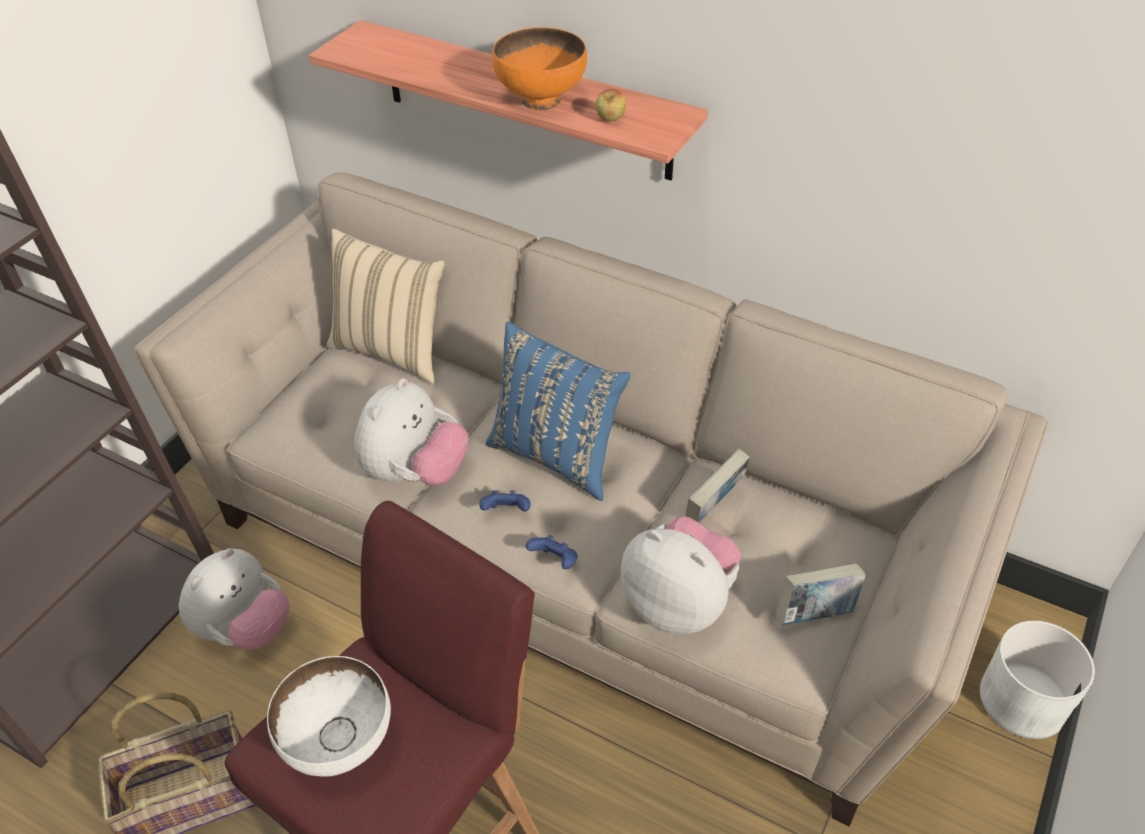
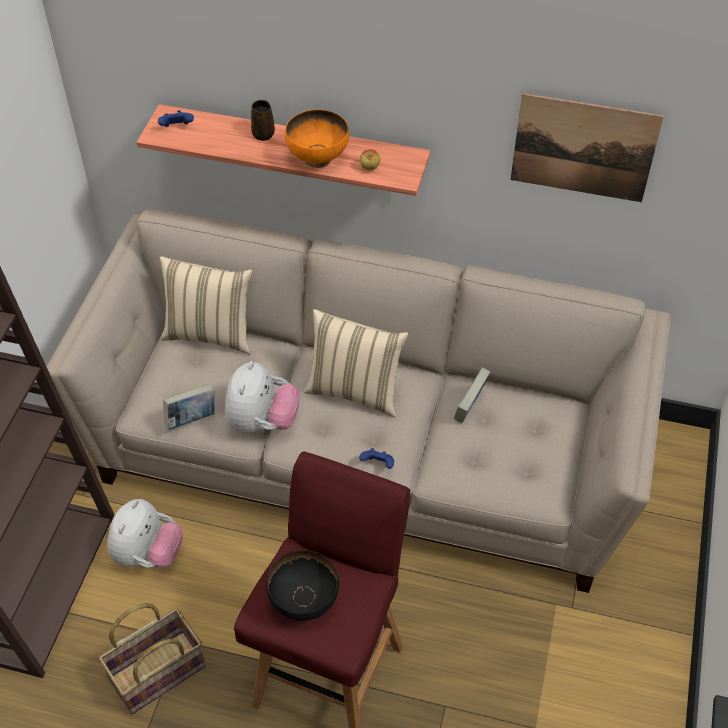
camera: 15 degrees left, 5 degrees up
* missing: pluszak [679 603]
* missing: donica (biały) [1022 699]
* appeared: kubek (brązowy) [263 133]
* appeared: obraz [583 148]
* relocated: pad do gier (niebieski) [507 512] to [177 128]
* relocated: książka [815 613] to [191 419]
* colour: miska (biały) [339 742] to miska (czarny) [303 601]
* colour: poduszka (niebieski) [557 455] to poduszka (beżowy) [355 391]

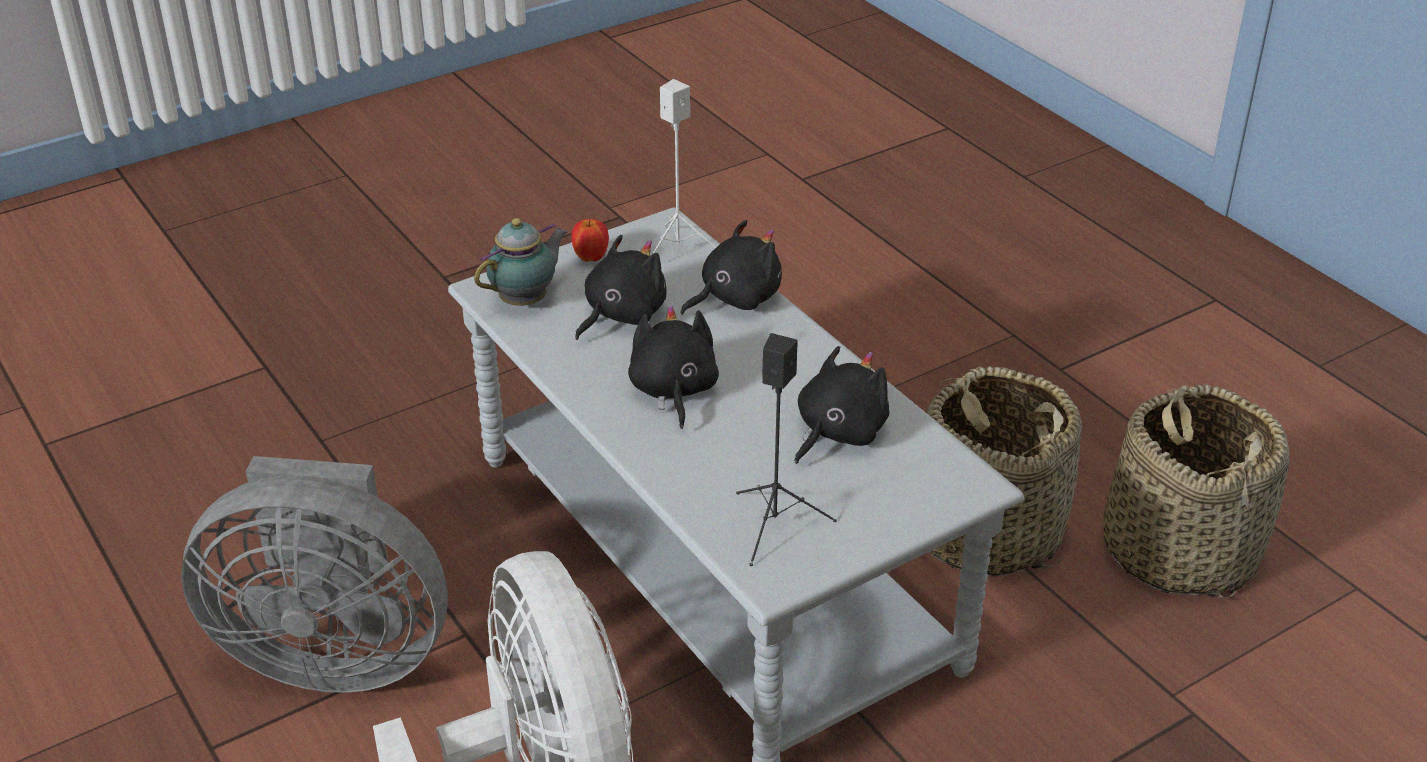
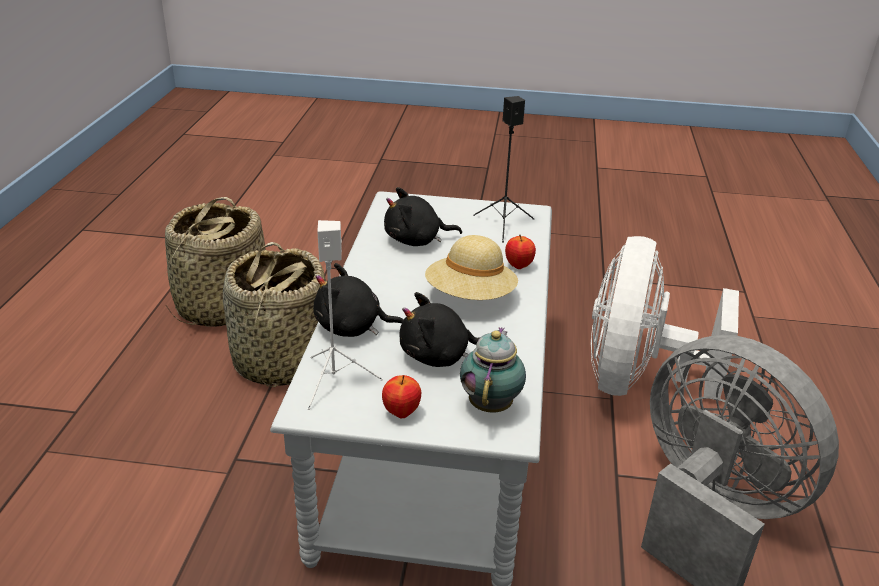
camera: 140 degrees left, 5 degrees down
* appeared: jabłko [519 266]
* exchanged: pluszak (czarny) [673 391] to kapelusz (beżowy) [470 297]
* spun: imbryk [526 300] = [491 404] 105 degrees clockwise

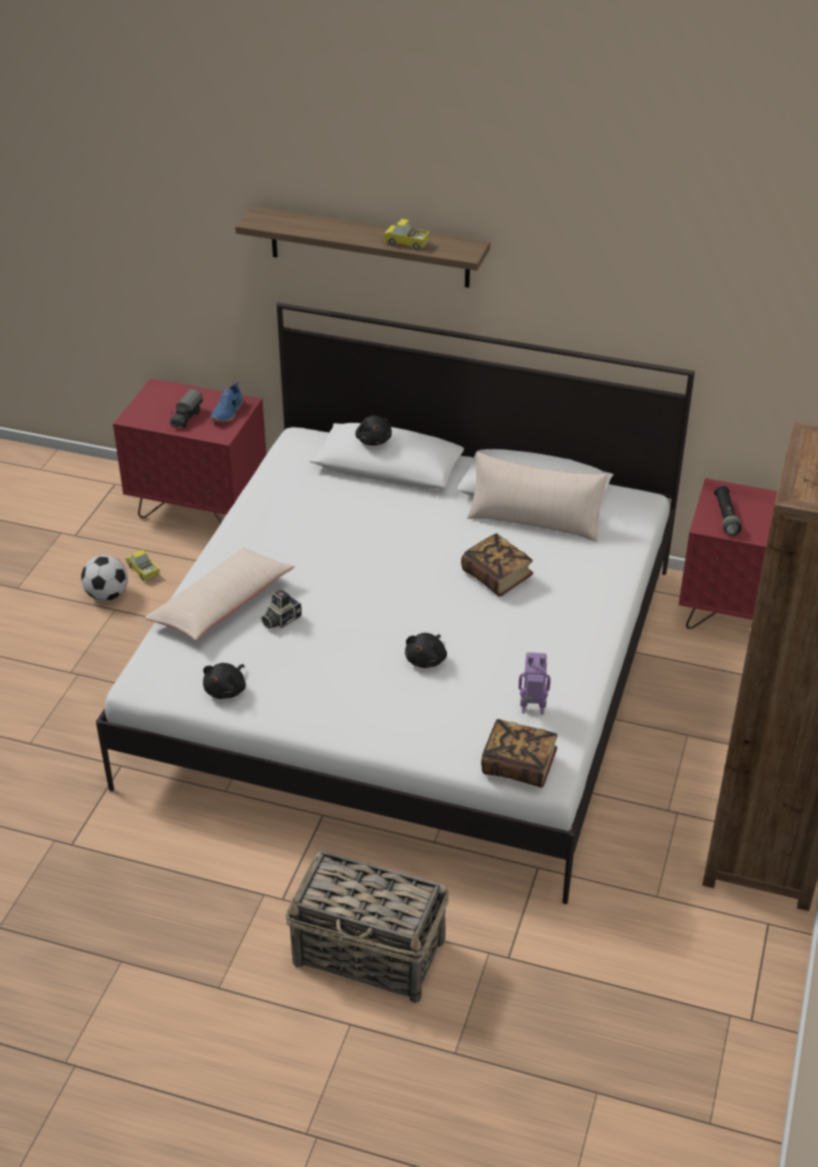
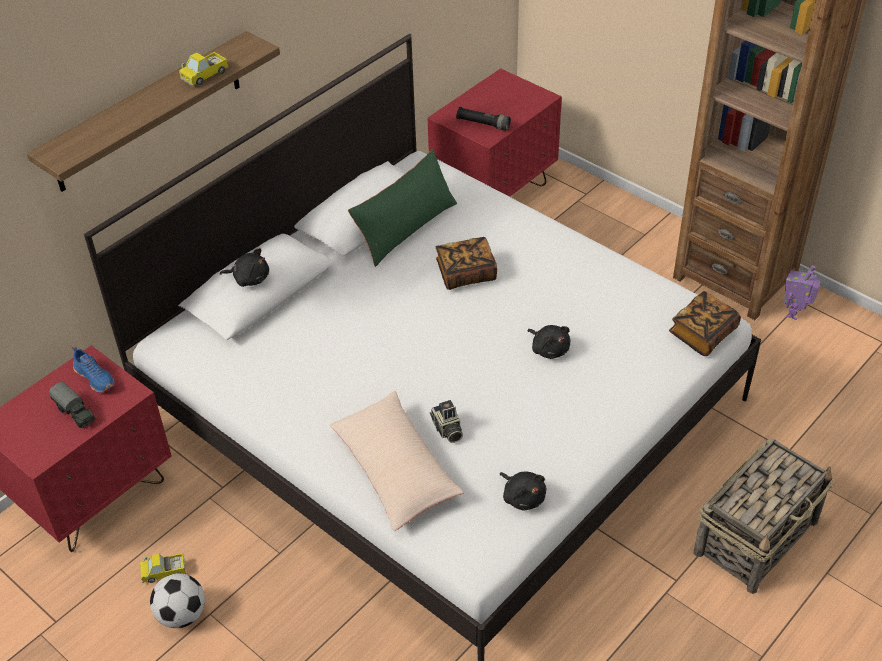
camera: 65 degrees left, 5 degrees up
* relocated: robot zabawkowy [532 710] to [795 313]
* colour: poduszka (beżowy) [535 520] to poduszka (zielony) [405 228]

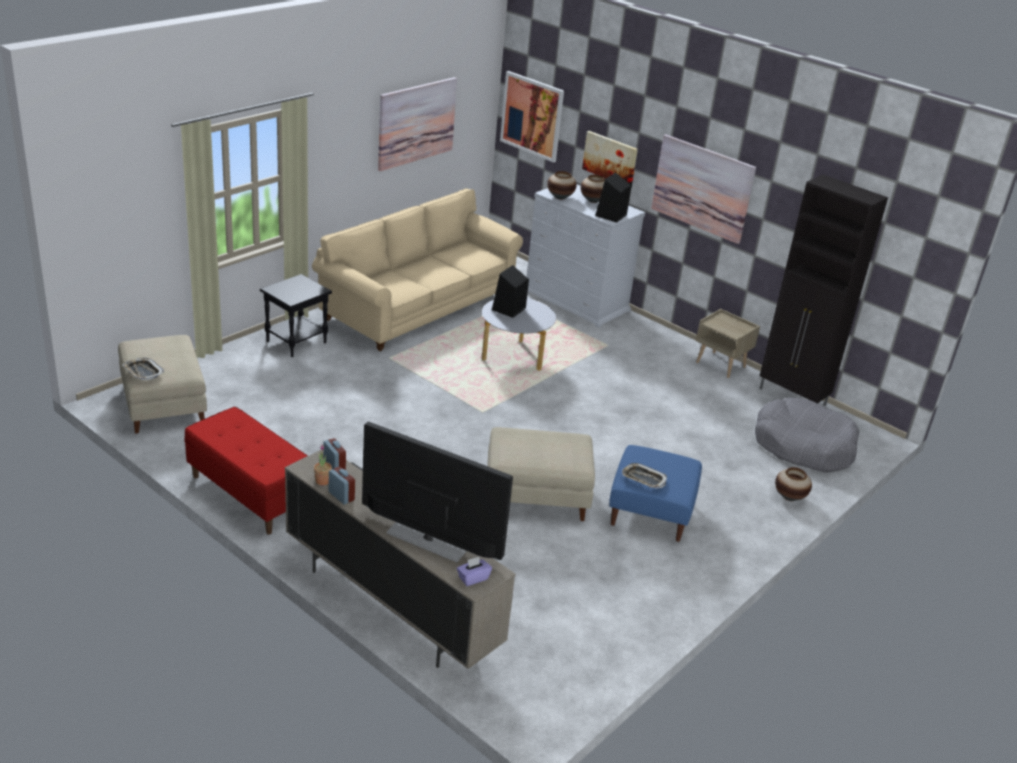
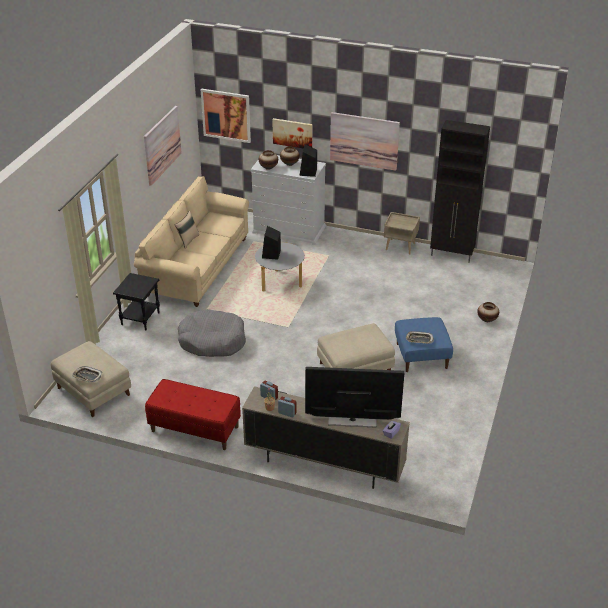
camera: 20 degrees left, 5 degrees up
* appeared: poduszka (beżowy) [187 240]
* relocated: legowisko (szary) [803 446] to [212 341]

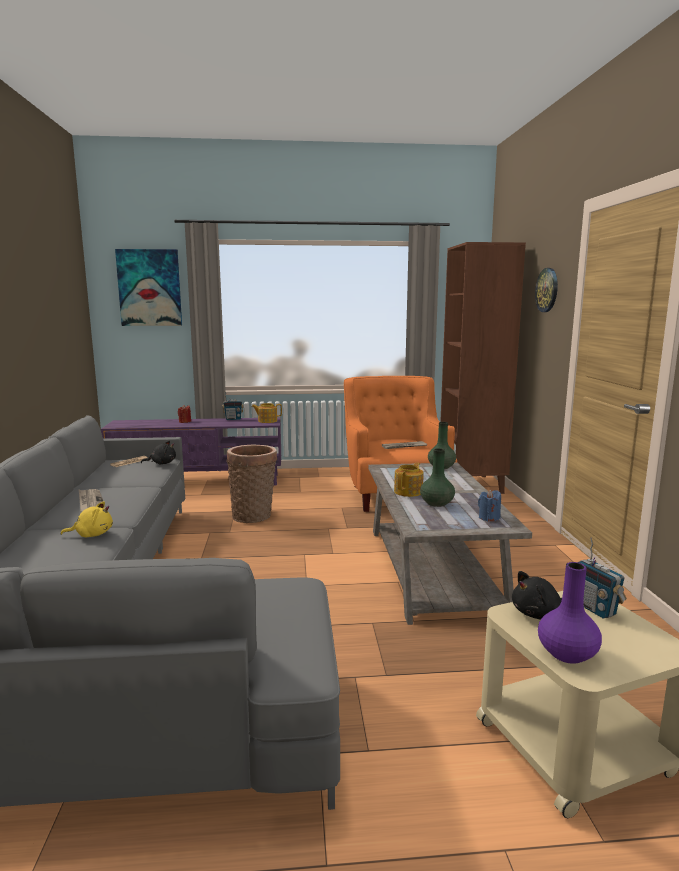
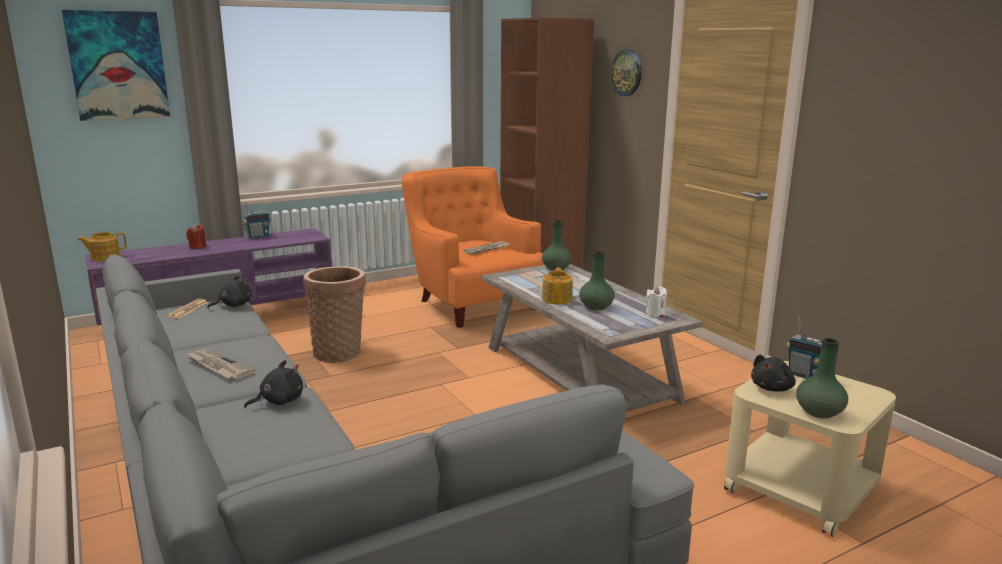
camera: 25 degrees left, 5 degrees up
* relocated: imbryk [267 421] to [105 257]
* colour: pluszak (żółty) [92 534] to pluszak (czarny) [279 401]
* colour: świeca (niebieski) [489 518] to świeca (biały) [655 314]
* colour: wazon (fioletowy) [567 654] to wazon (zielony) [819 412]

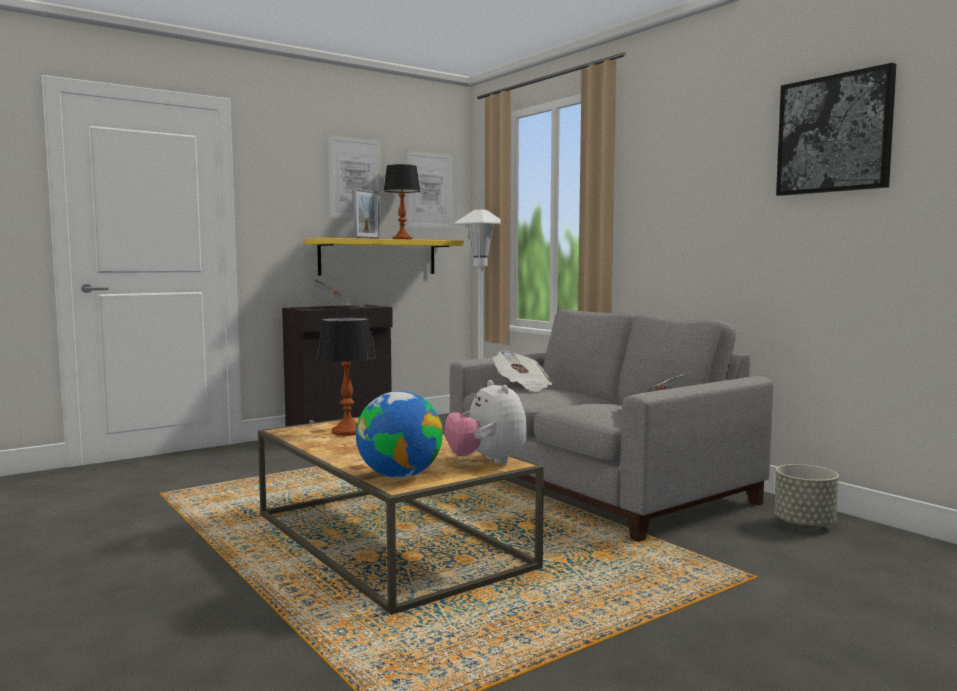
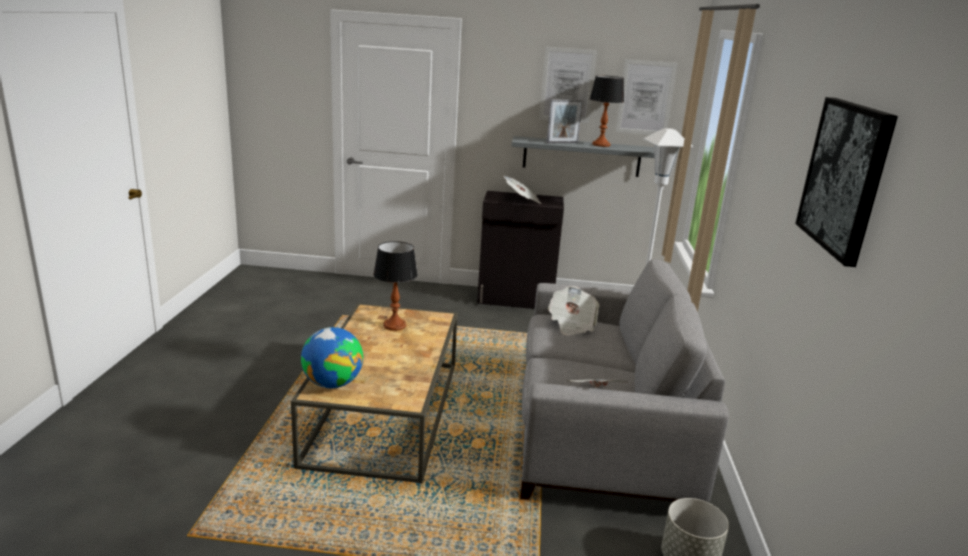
camera: 40 degrees right, 15 degrees up
* missing: pluszak [486 462]
* colour: półka (żółty) [378 257] to półka (szary) [581 156]

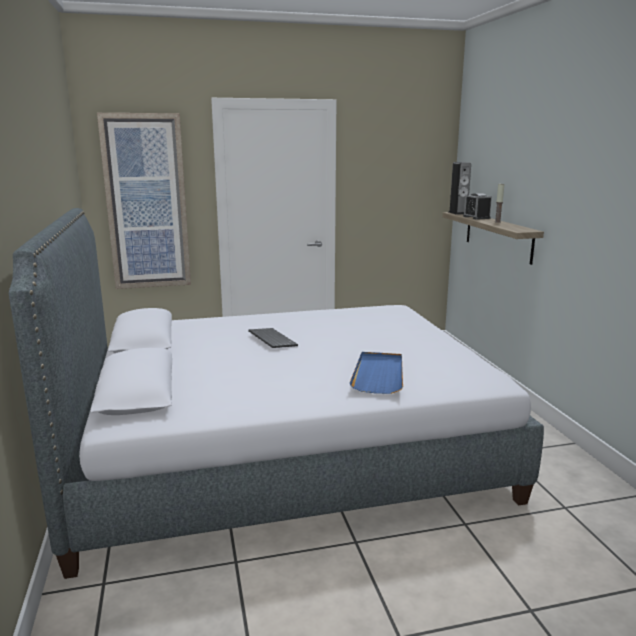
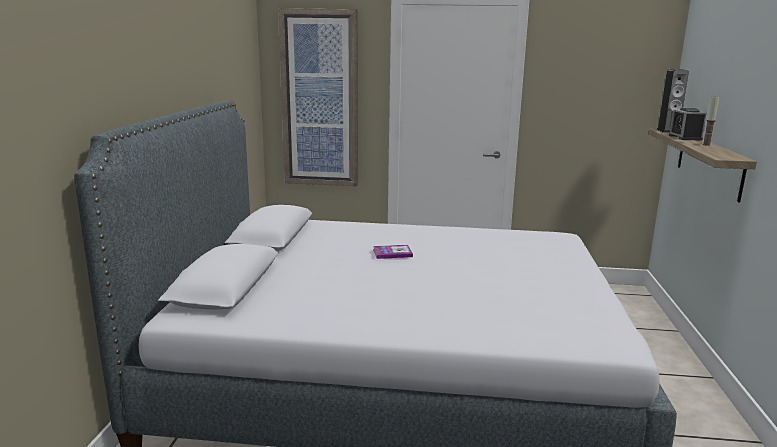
camera: 20 degrees right, 0 degrees up
* missing: taca (niebieski) [378 375]
* exchanged: klawiatura [271 339] to książka [392 253]

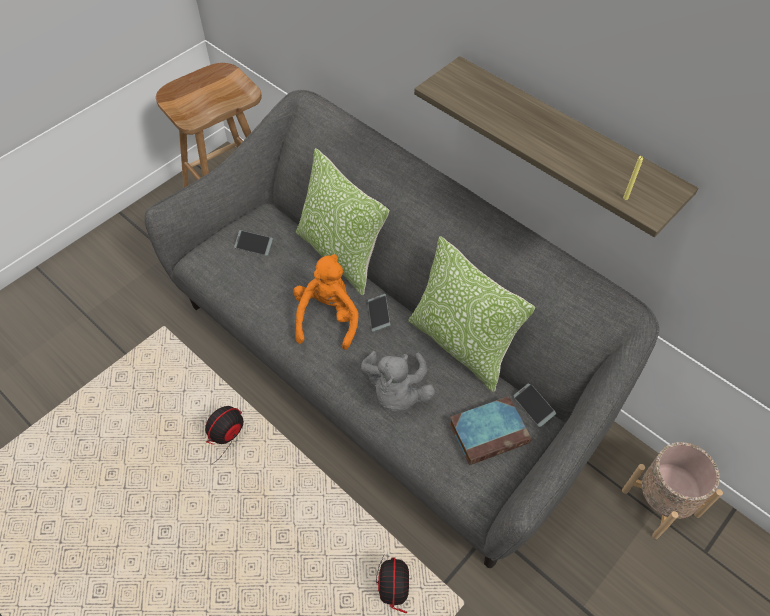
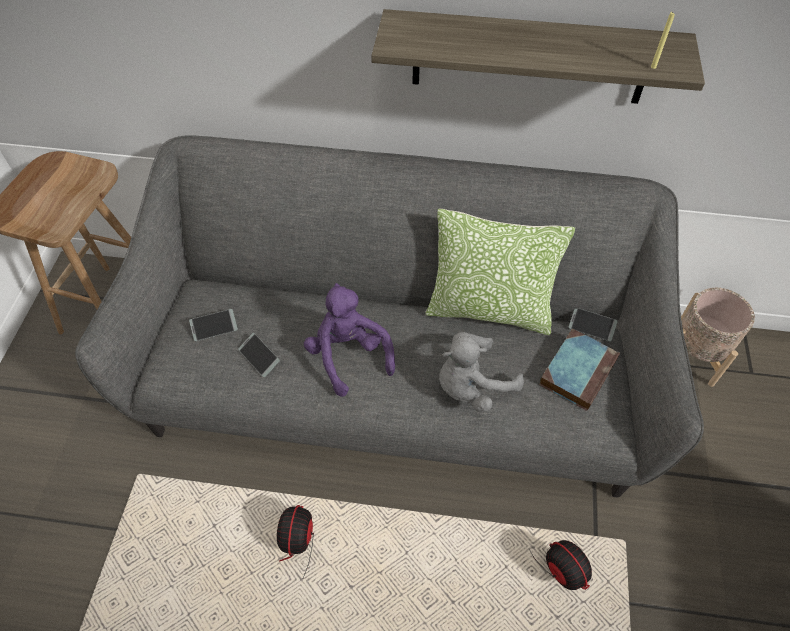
camera: 35 degrees left, 0 degrees up
* missing: poduszka [340 255]
* relocated: telefon [379 315] to [259 357]
* colour: pluszak (pomarańczowy) [327 318] to pluszak (fioletowy) [348 356]
* spun: pluszak (szary) [396 392] = [471 386] 90 degrees clockwise

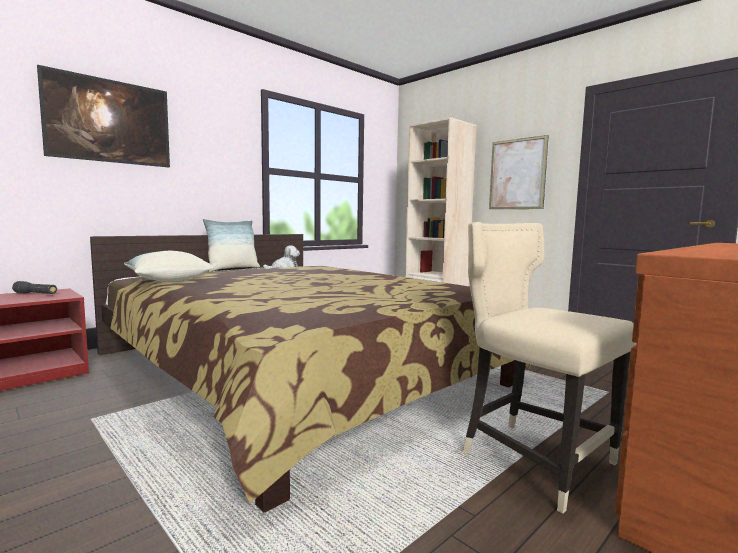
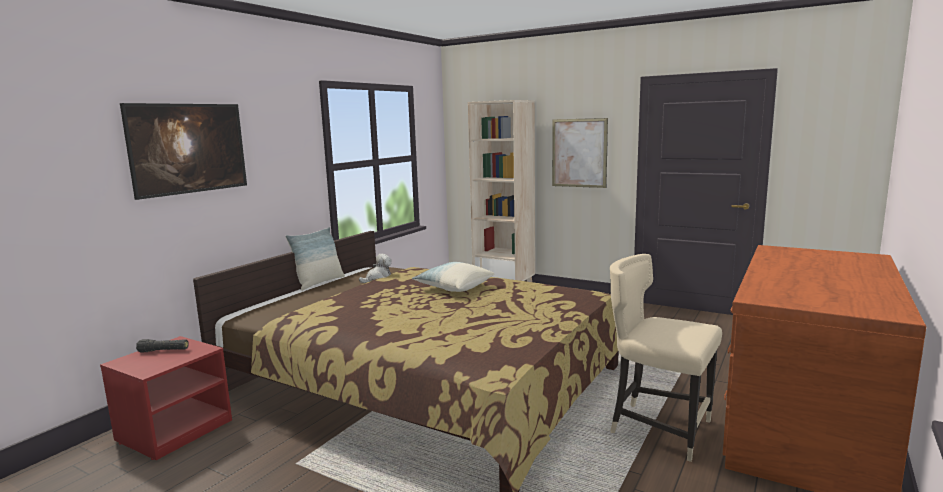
camera: 15 degrees left, 5 degrees up
* relocated: poduszka [168 279] to [453 287]

